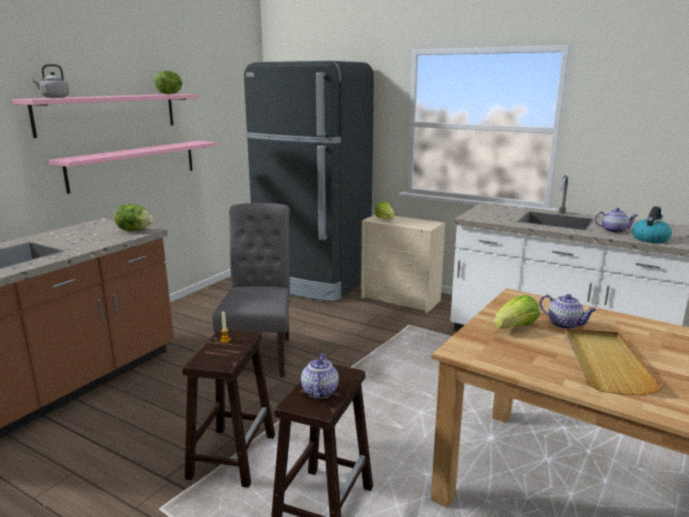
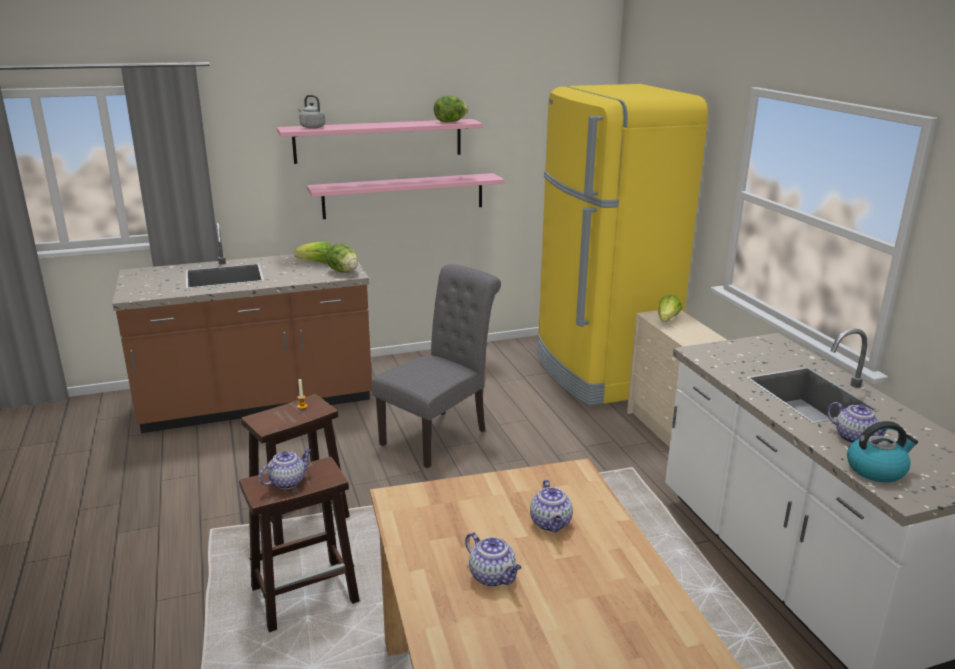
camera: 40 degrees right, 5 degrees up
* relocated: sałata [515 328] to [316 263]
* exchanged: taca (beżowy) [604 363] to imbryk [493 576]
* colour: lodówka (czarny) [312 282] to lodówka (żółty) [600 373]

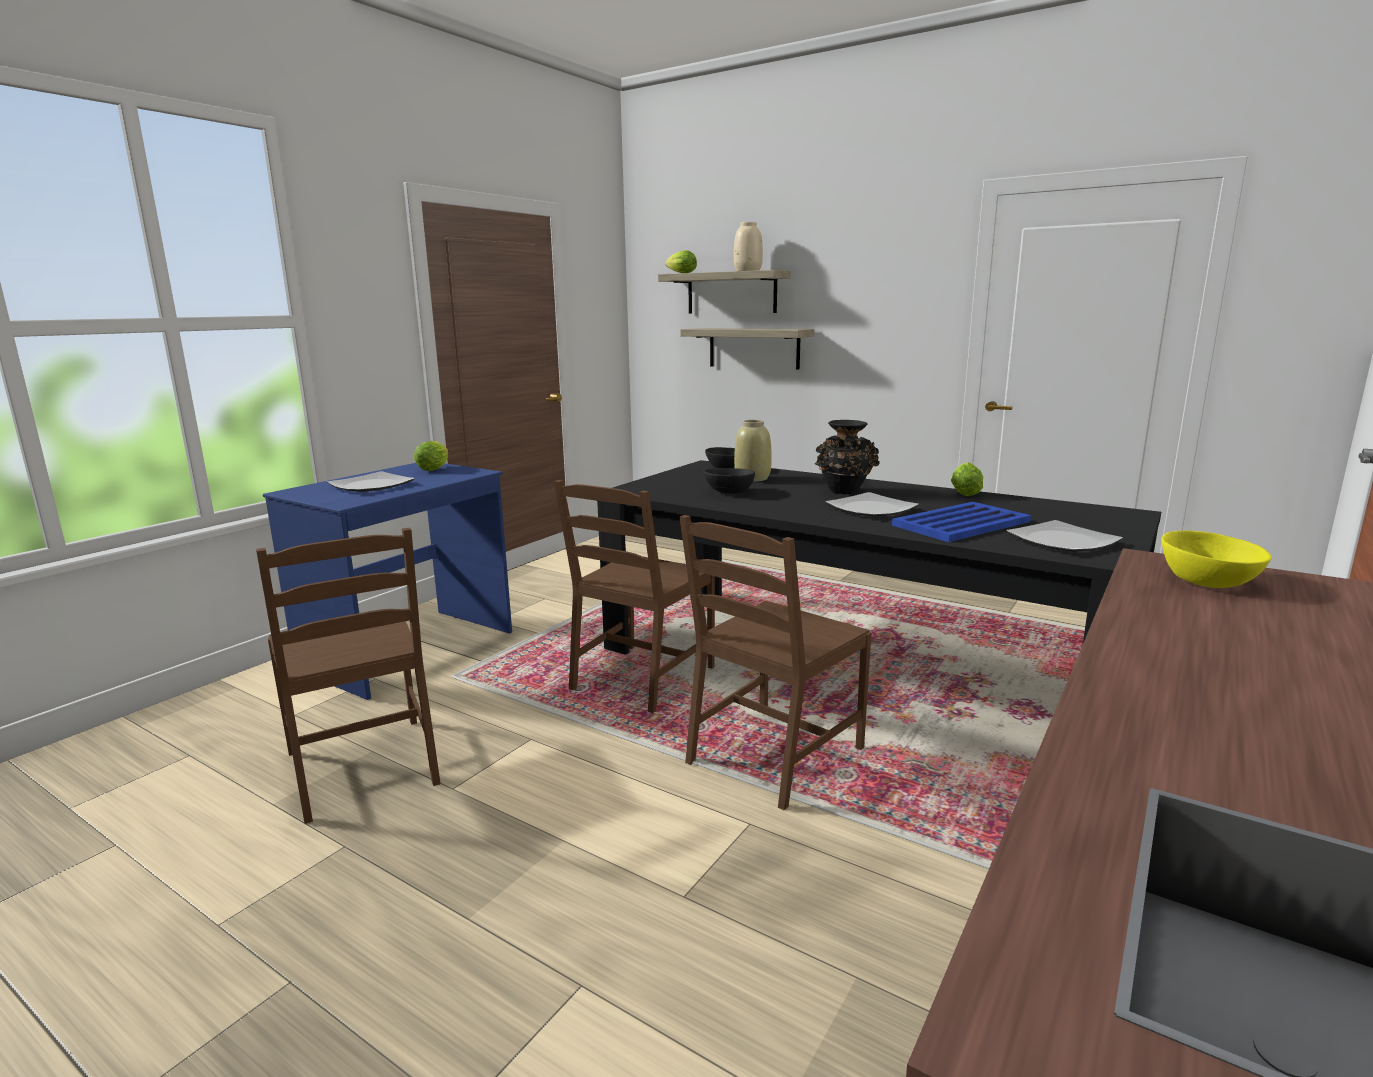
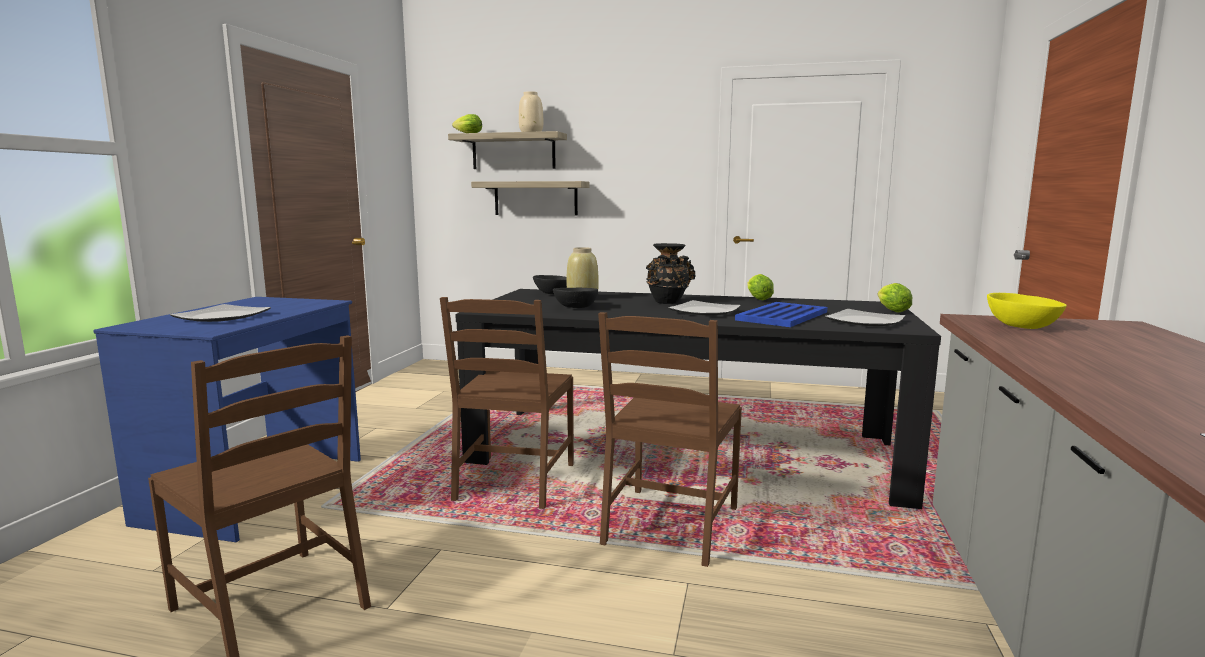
camera: 20 degrees left, 5 degrees down
* relocated: sałata [435 469] to [890 310]

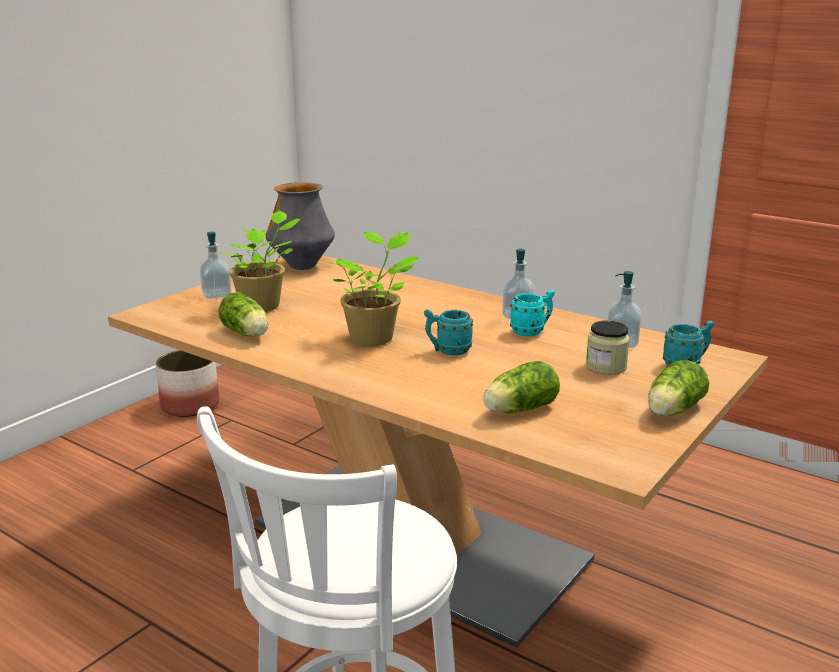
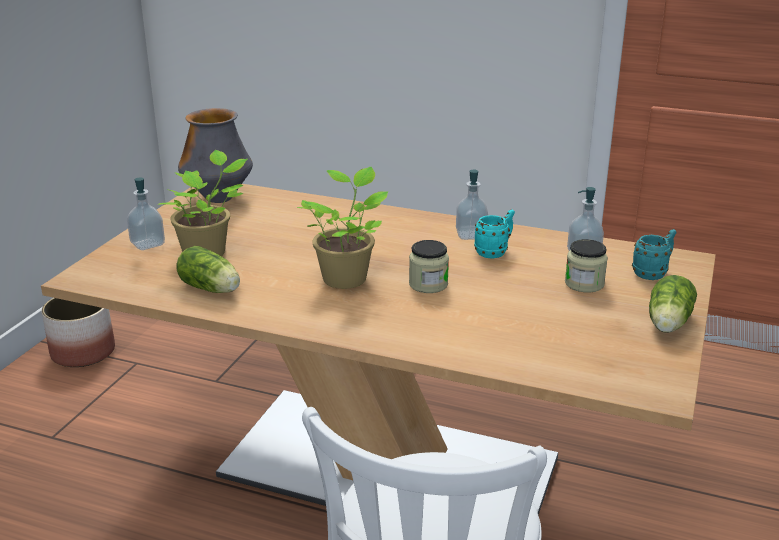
camera: 15 degrees left, 5 degrees up
* missing: sałata [518 410]
* exchanged: kubek (turkusowy) [447 351] to słoik [428 284]

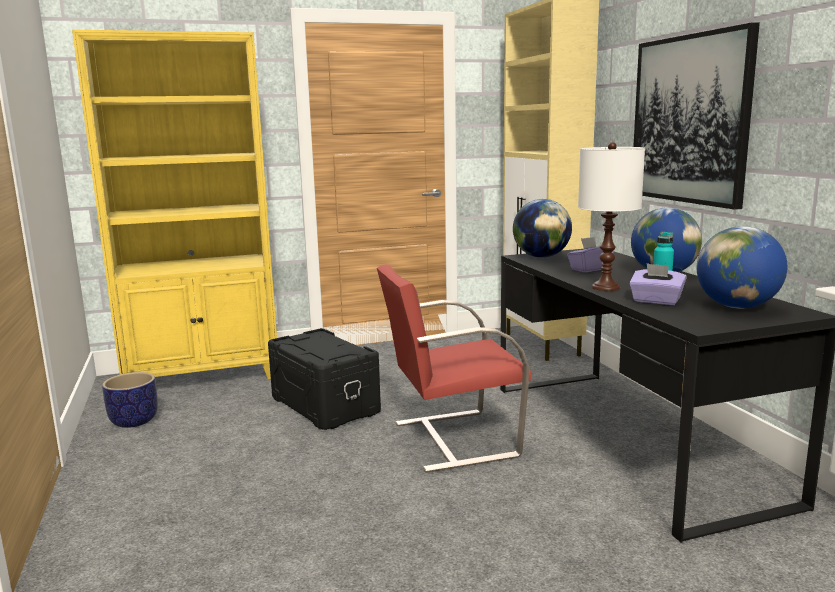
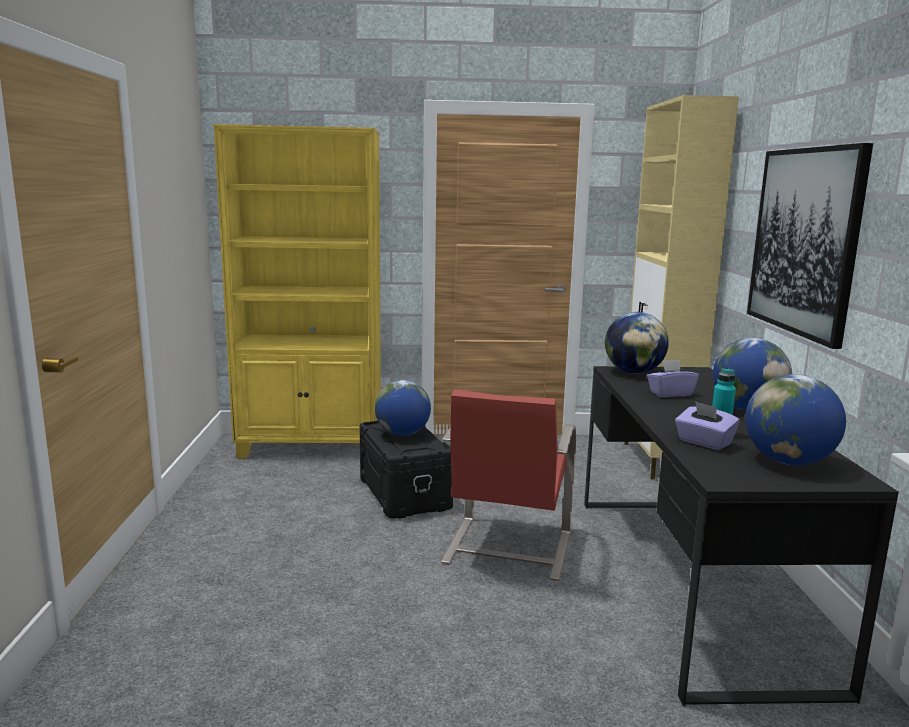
camera: 15 degrees right, 0 degrees up
* missing: donica [134 421]
* missing: lampa stołowa (biały) [605 287]
* appeared: globus [402 434]
* spun: krzesło (czerwony) [452 439] = [506 549] 75 degrees counterclockwise

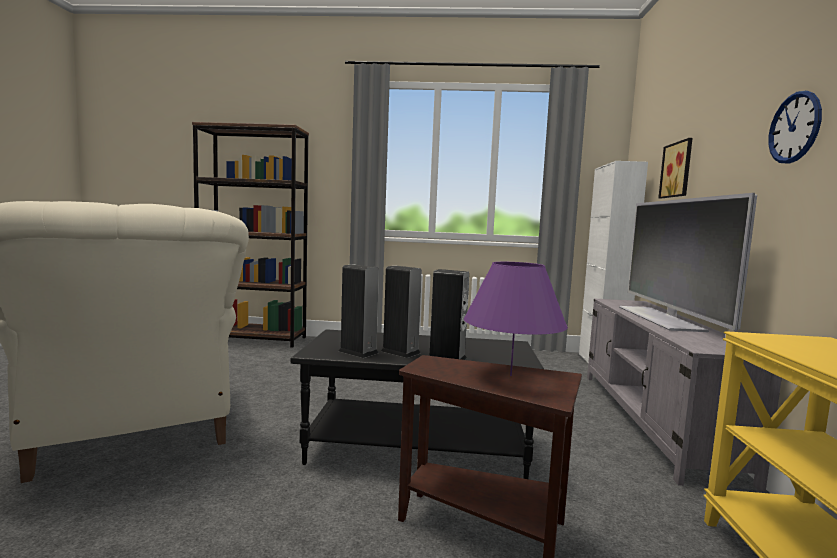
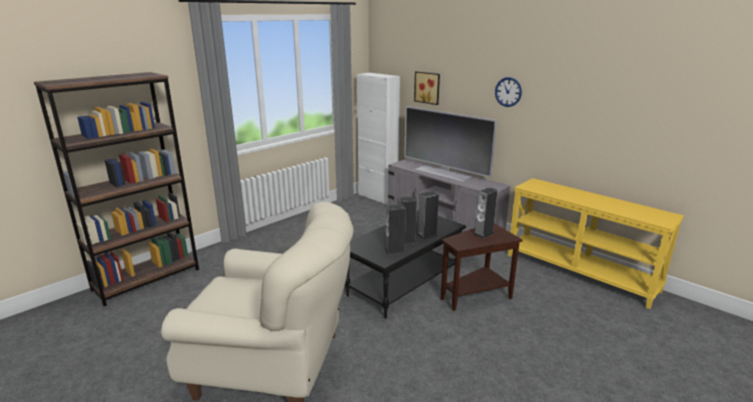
camera: 50 degrees left, 15 degrees up
* exchanged: lampa stołowa (fioletowy) [511 375] to głośnik [483 234]

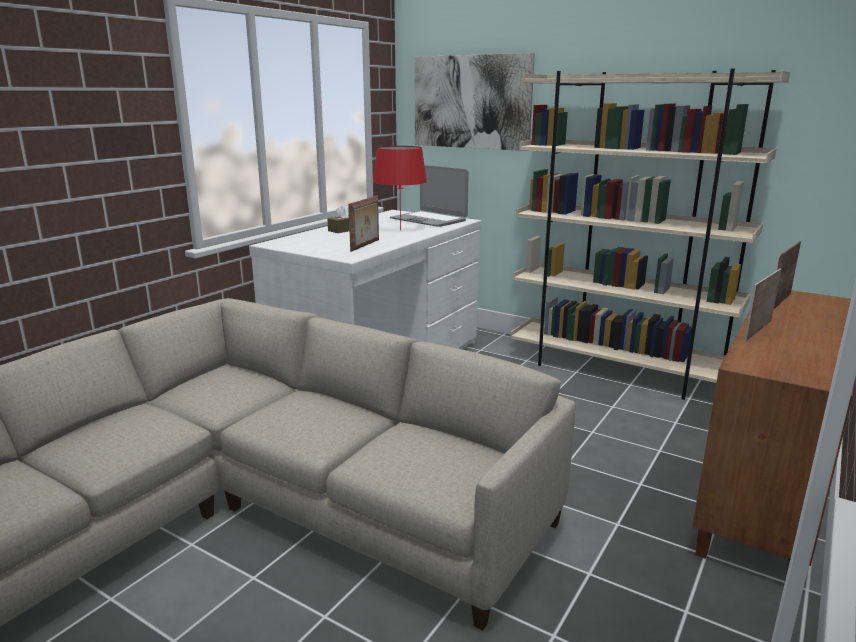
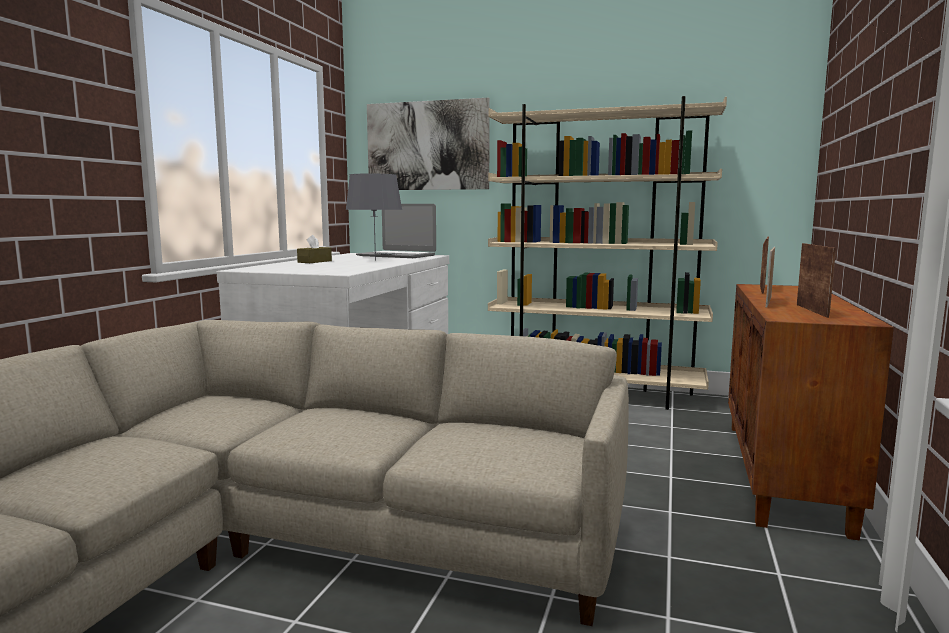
camera: 15 degrees left, 10 degrees down
* relocated: ramka na zdjęcie [366 245] to [813 310]
* colour: lampa stołowa (czerwony) [400 230] to lampa stołowa (szary) [375 260]

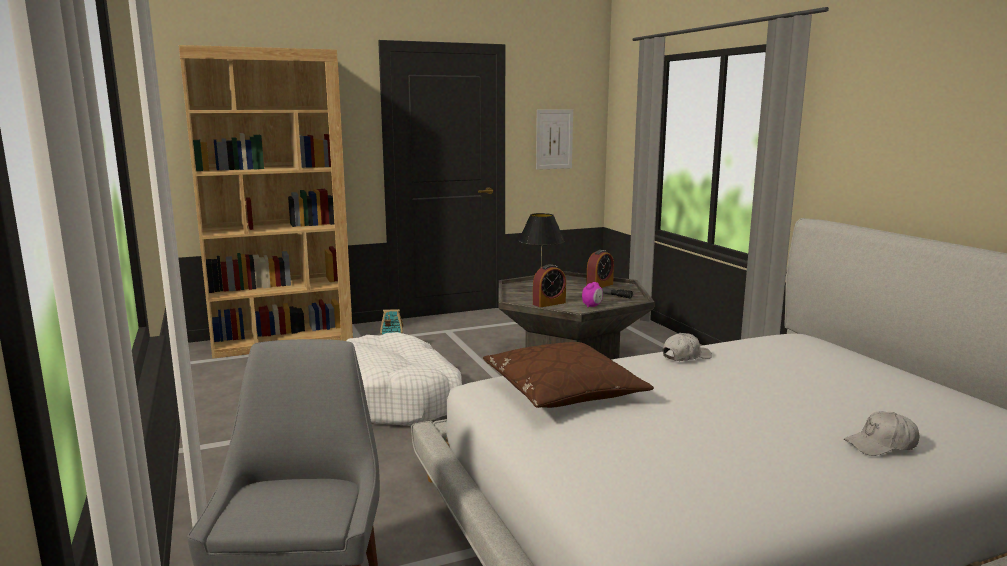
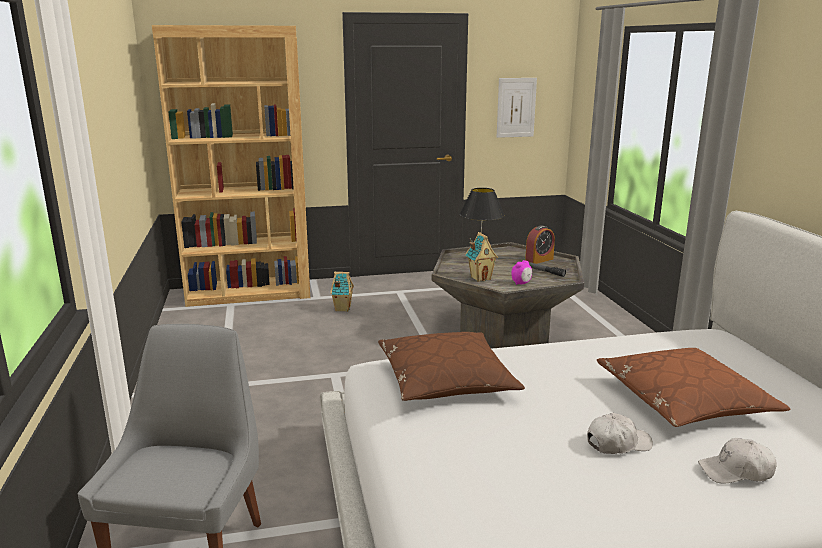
camera: 10 degrees right, 5 degrees up
* missing: legowisko (biały) [399 398]
* appeared: poduszka (brązowy) [684 400]
* relocated: czapka z daszkiem (biały) [686 356] to [618 443]
* exchanged: budzik [549 303] to domek [480 278]

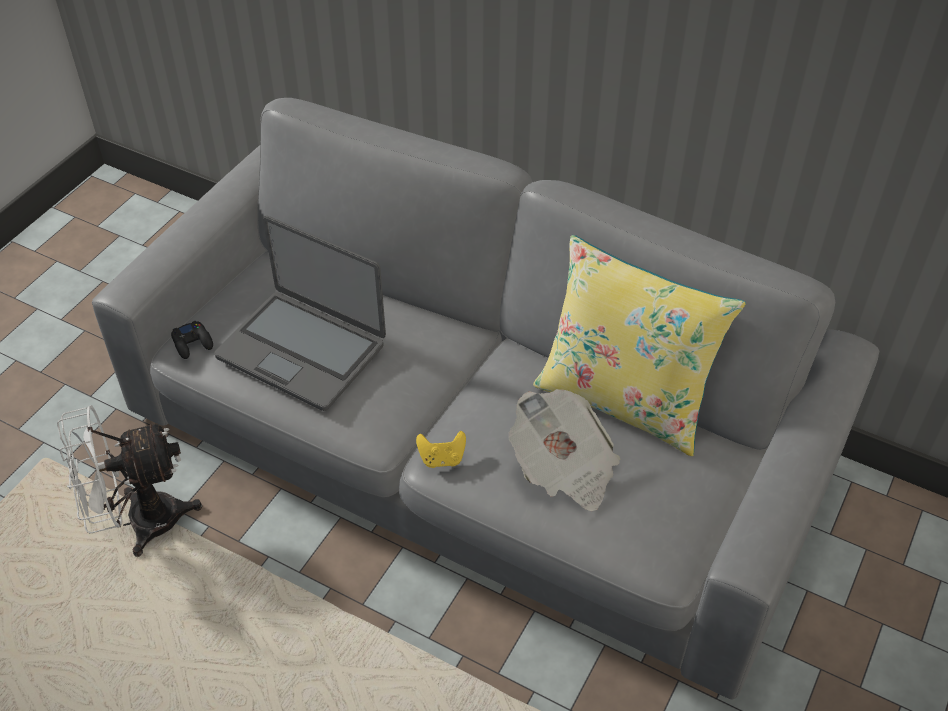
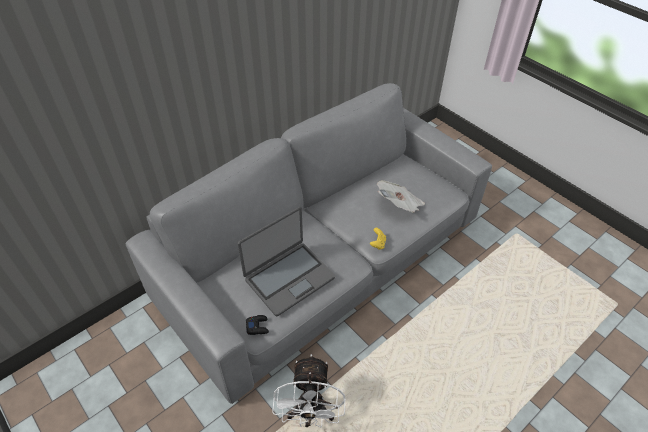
camera: 70 degrees left, 0 degrees up
* missing: poduszka (żółty) [624 400]

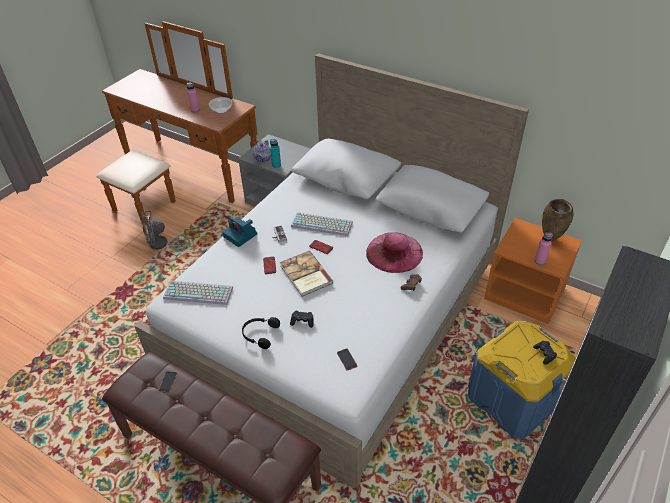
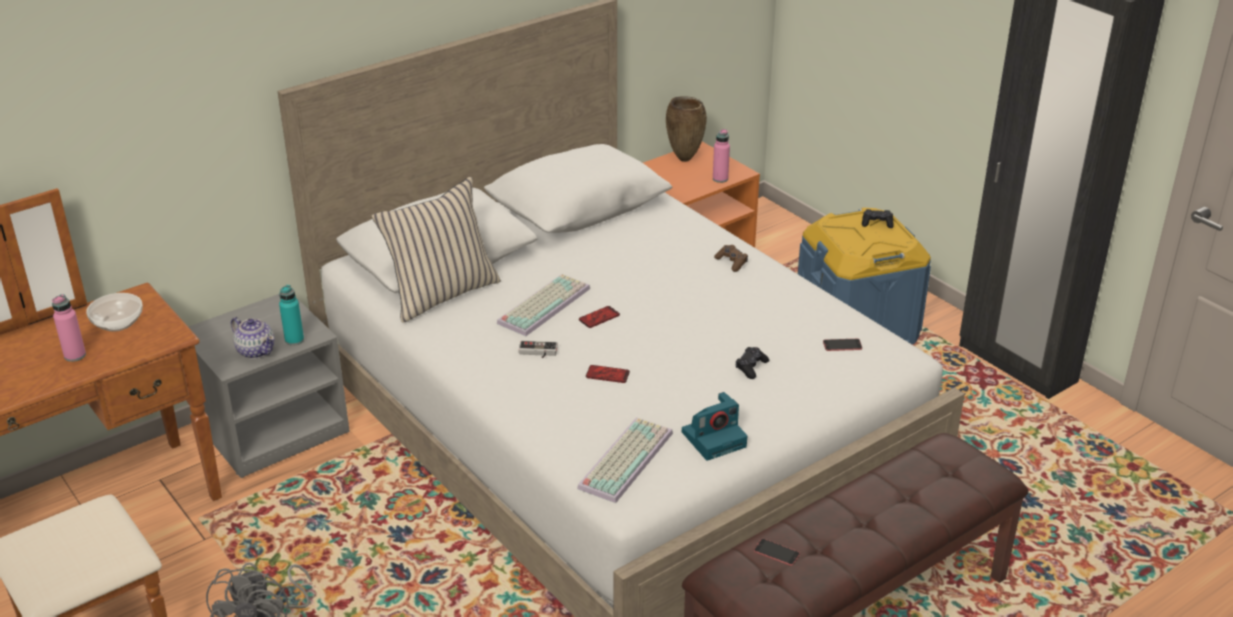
camera: 70 degrees left, 10 degrees down
* missing: słuchawki (czarny) [259 334]
* missing: książka [305 275]
* missing: kapelusz (różowy) [394 252]
* appeared: poduszka (beżowy) [441 294]
* relocated: aparat fotograficzny [241 235] to [714 438]

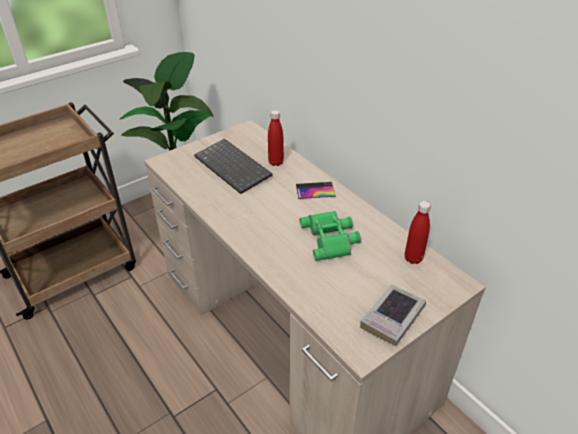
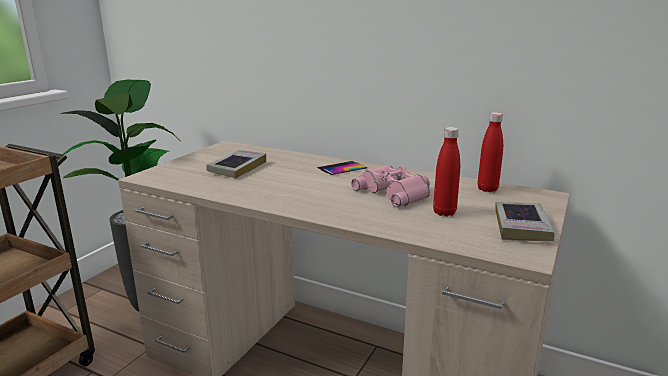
camera: 25 degrees left, 20 degrees down
* relocated: butelka (czerwony) [276 162] to [444 212]
* exchanged: klawiatura [234 167] to książka [237 168]
* colour: lornetka (zielony) [331 239] to lornetka (różowy) [395 192]

